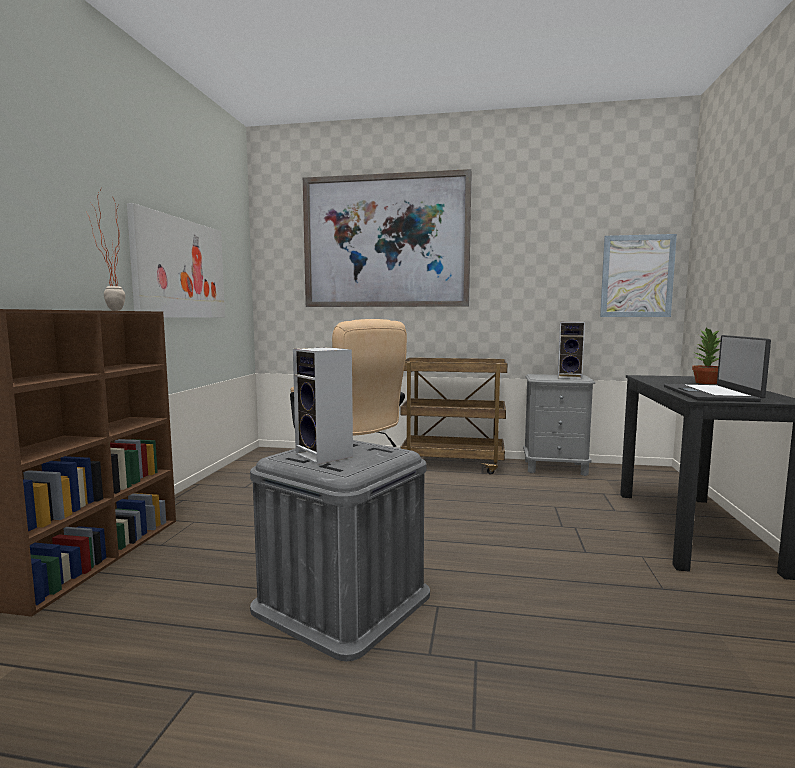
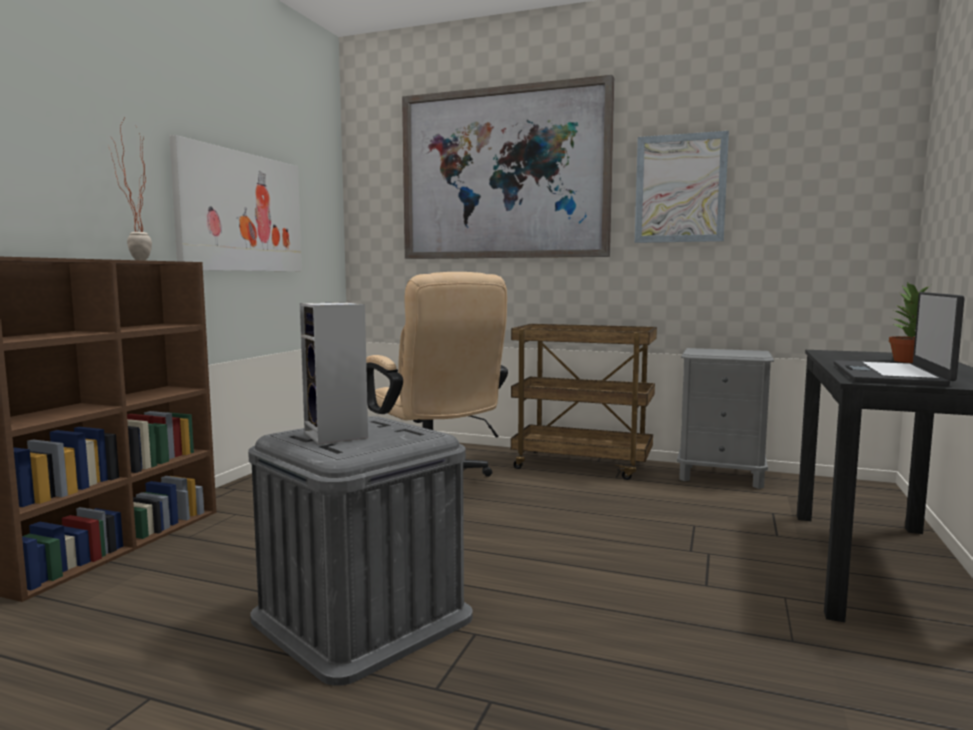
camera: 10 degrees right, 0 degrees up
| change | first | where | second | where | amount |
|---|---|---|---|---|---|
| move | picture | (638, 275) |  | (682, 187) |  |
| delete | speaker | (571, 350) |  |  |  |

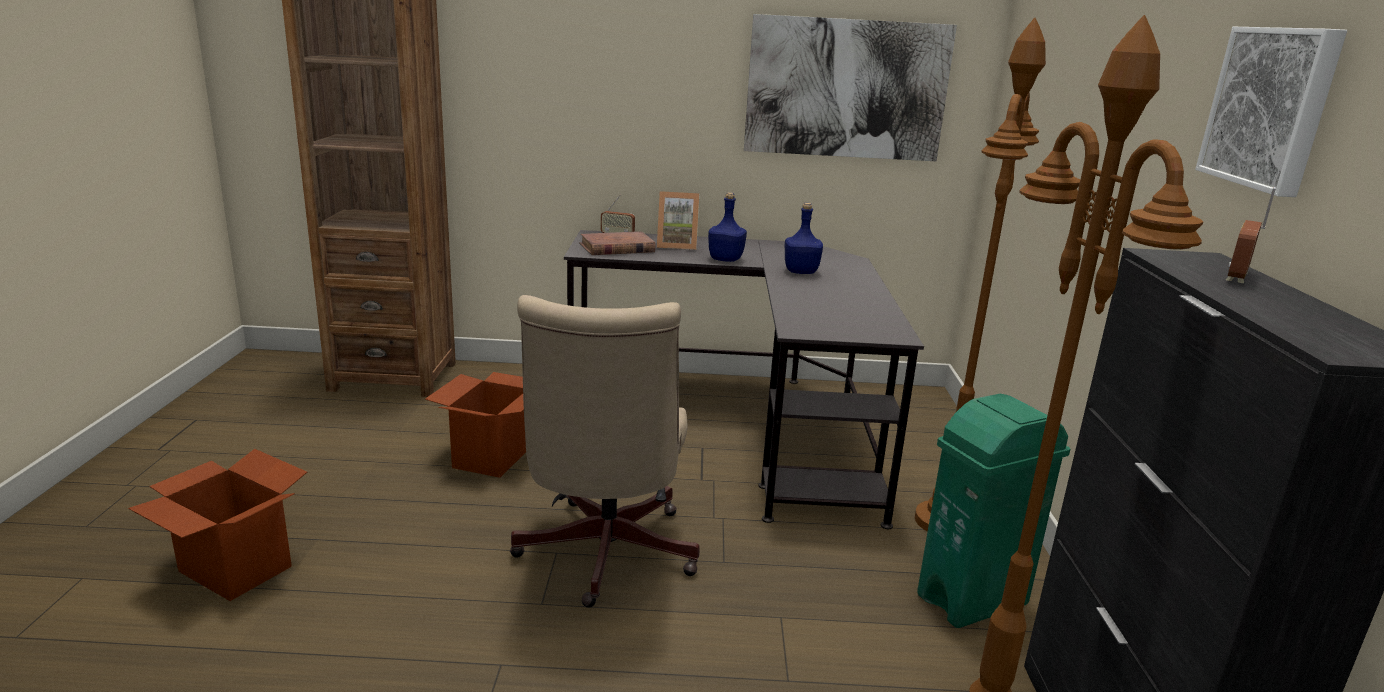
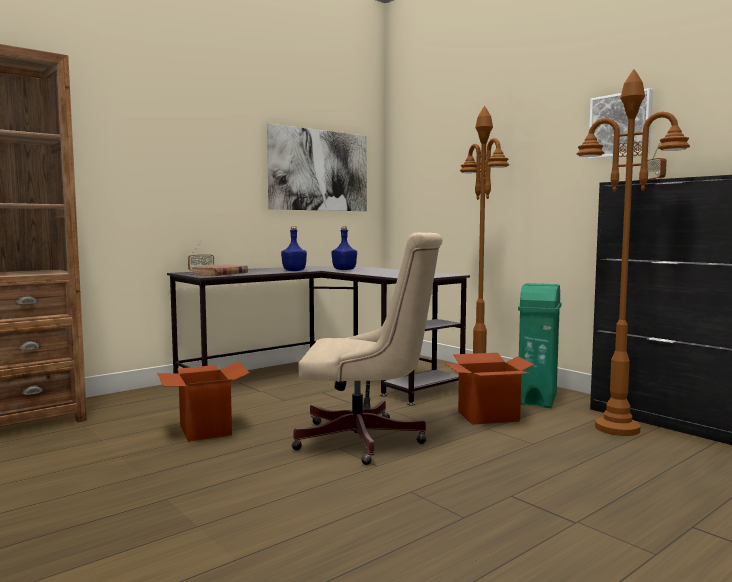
camera: 40 degrees left, 15 degrees down
| change | first | where | second | where | amount |
|---|---|---|---|---|---|
| delete | picture frame | (678, 220) |  |  |  |
| rotate | beige office chair | (605, 451) |  | (367, 349) | 45 degrees counterclockwise |
| move | cardboard box | (217, 525) |  | (490, 389) |  |

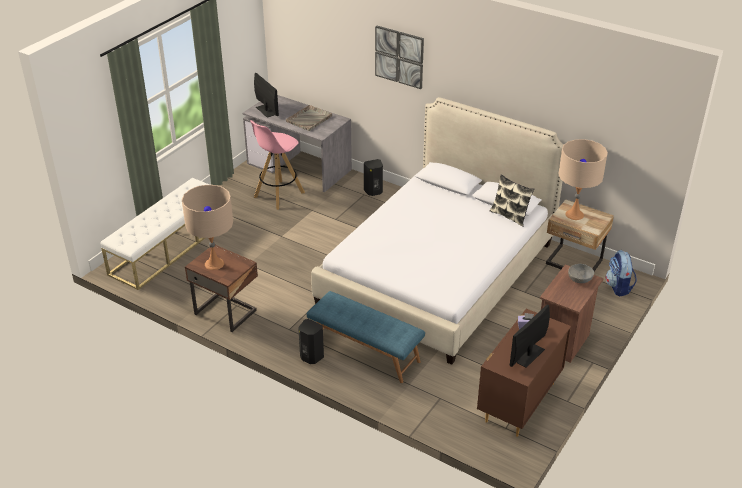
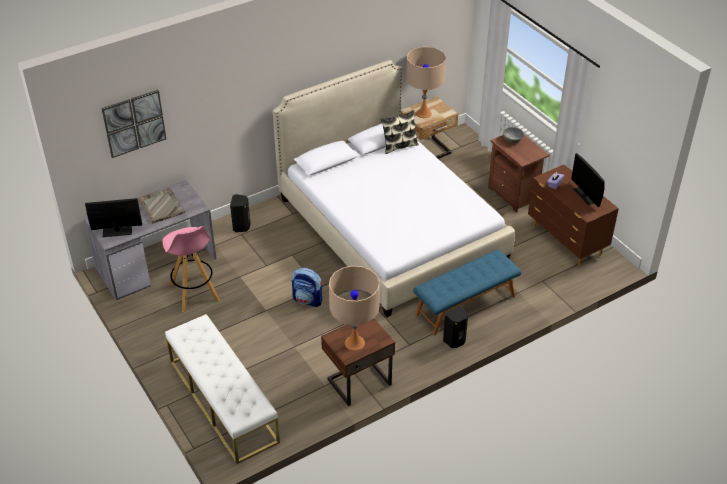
camera: 65 degrees left, 5 degrees up
| change | first | where | second | where | amount |
|---|---|---|---|---|---|
| move | picture | (399, 57) |  | (133, 124) |  |
| move | backpack | (621, 273) |  | (307, 287) |  |

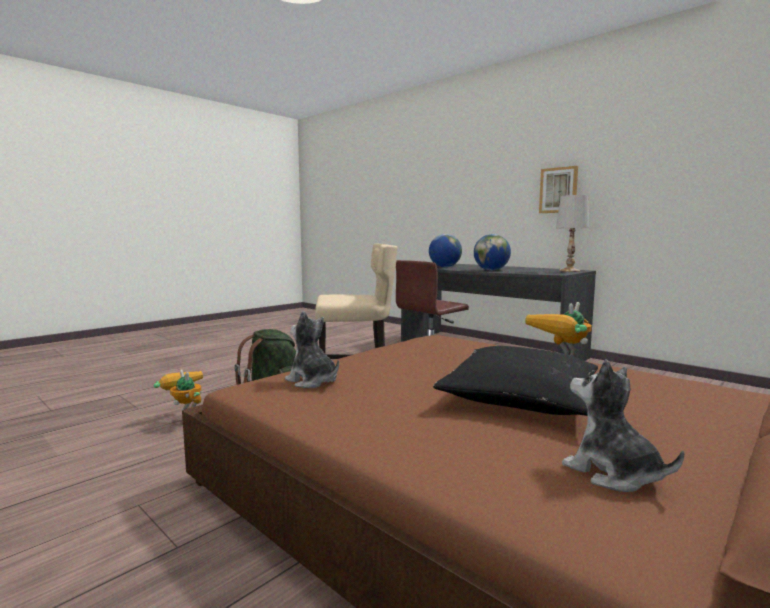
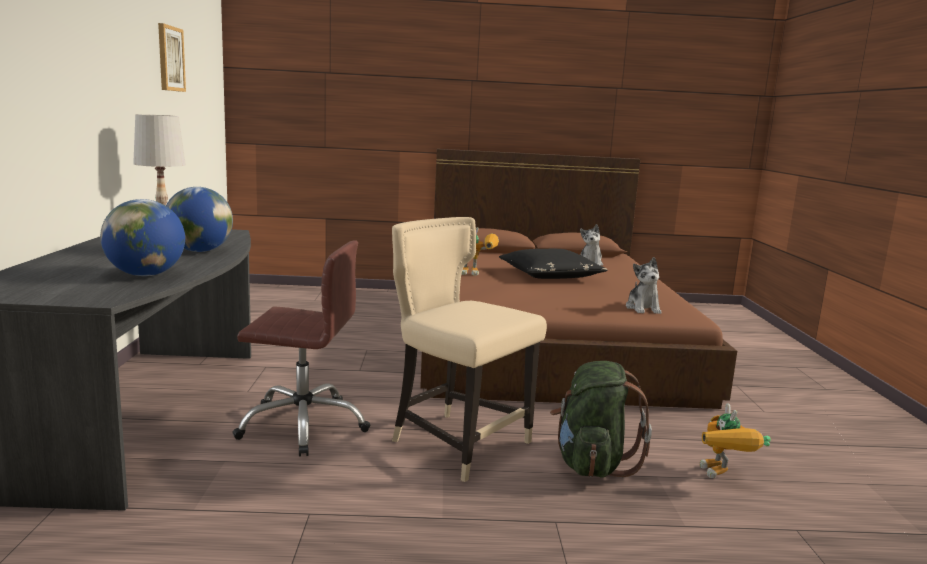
camera: 135 degrees left, 5 degrees up
| change | first | where | second | where | amount |
|---|---|---|---|---|---|
| move | picture | (558, 189) |  | (172, 57) |  |

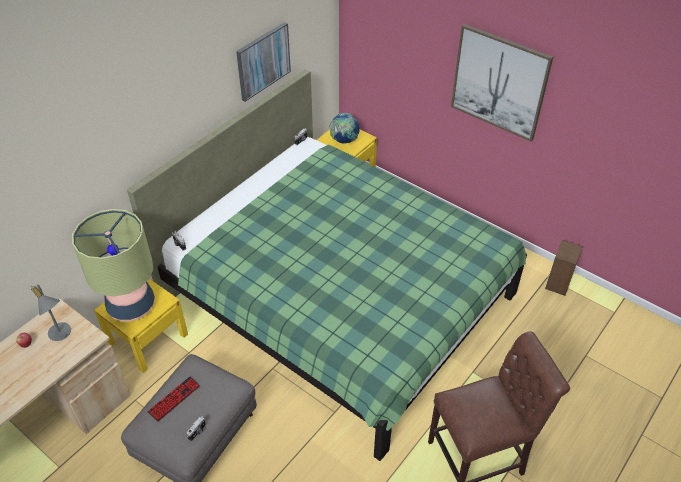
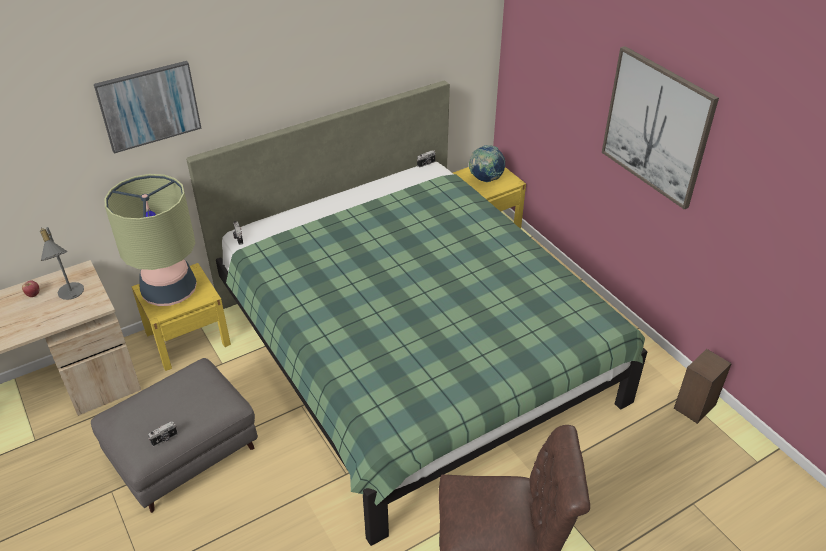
camera: 20 degrees right, 5 degrees down
| change | first | where | second | where | amount |
|---|---|---|---|---|---|
| move | picture | (263, 62) |  | (148, 107) |  |
| delete | keyboard | (173, 399) |  |  |  |

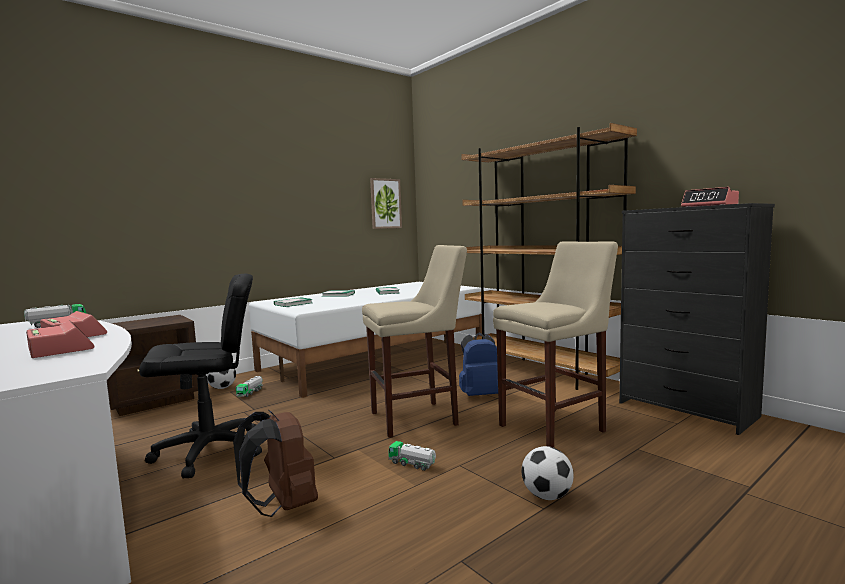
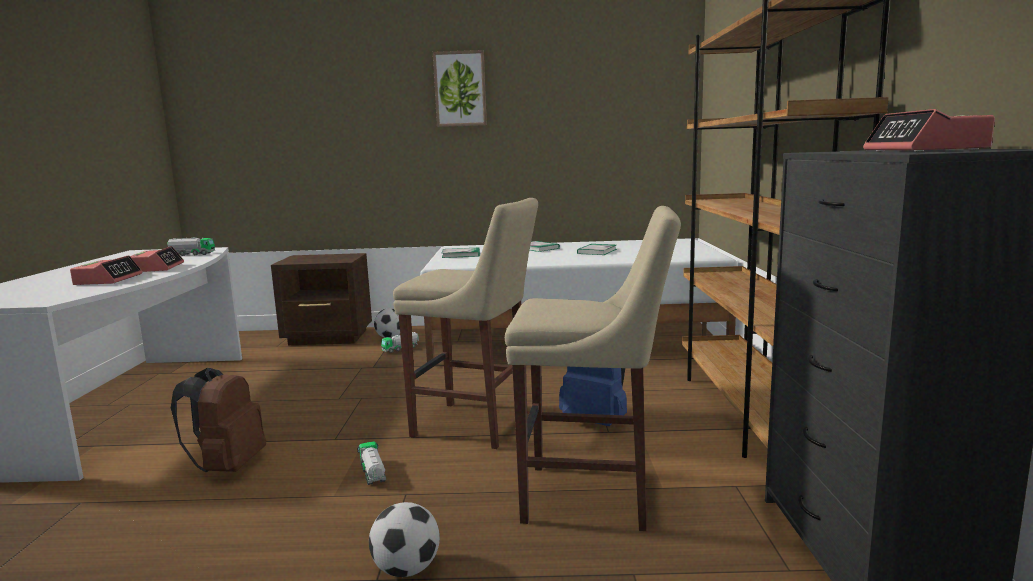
camera: 40 degrees right, 5 degrees up
| change | first | where | second | where | amount |
|---|---|---|---|---|---|
| move | picture | (386, 203) |  | (460, 88) |  |
| delete | black office chair | (200, 376) |  |  |  |

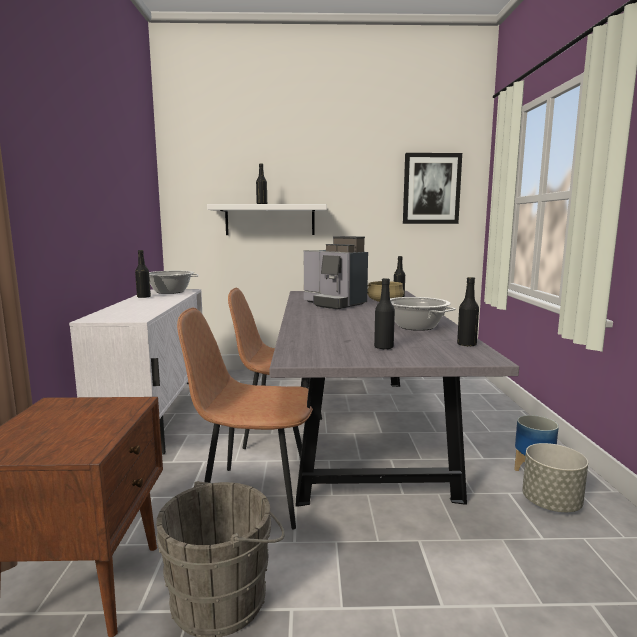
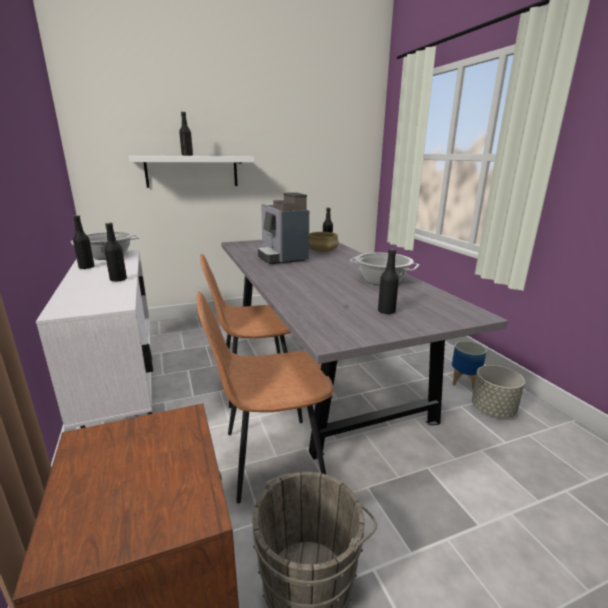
camera: 20 degrees left, 10 degrees up
| change | first | where | second | where | amount |
|---|---|---|---|---|---|
| delete | picture | (432, 188) |  |  |  |
| rotate | coffee machine | (336, 273) |  | (283, 228) | 45 degrees clockwise |
| move | black bottle | (468, 312) |  | (115, 252) |  |

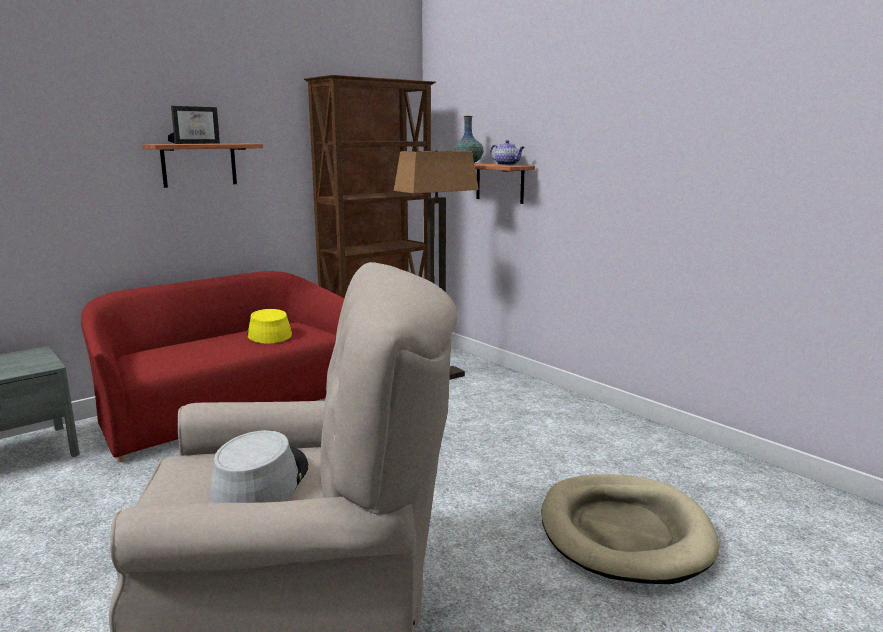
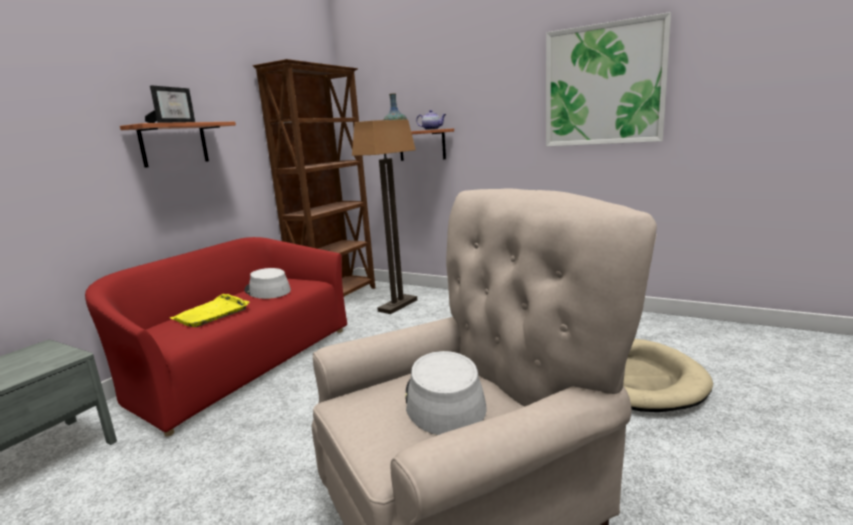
camera: 20 degrees left, 0 degrees up
| change | first | where | second | where | amount |
|---|---|---|---|---|---|
| recolor | yellow hat | (269, 326) | grey hat | (267, 283) |  |
| insert |  |  | picture | (608, 79) |  |
| insert |  |  | yellow tray | (209, 310) |  |

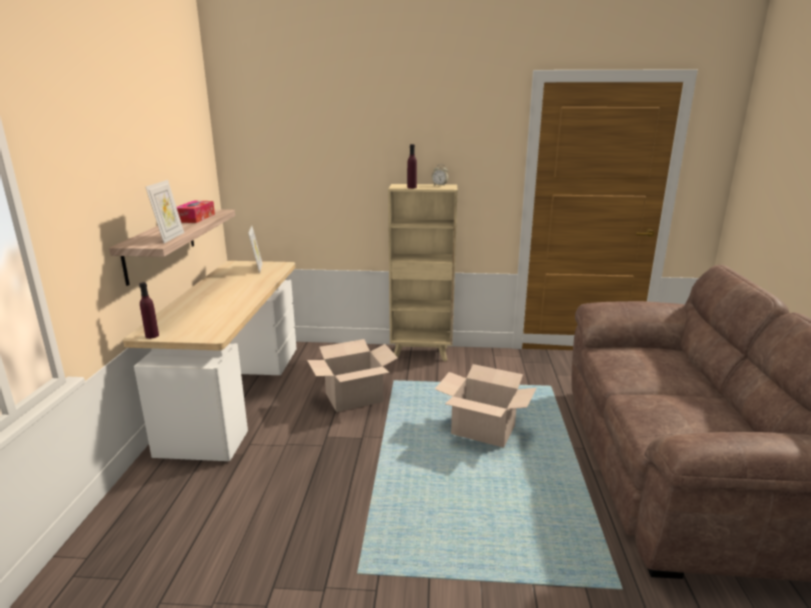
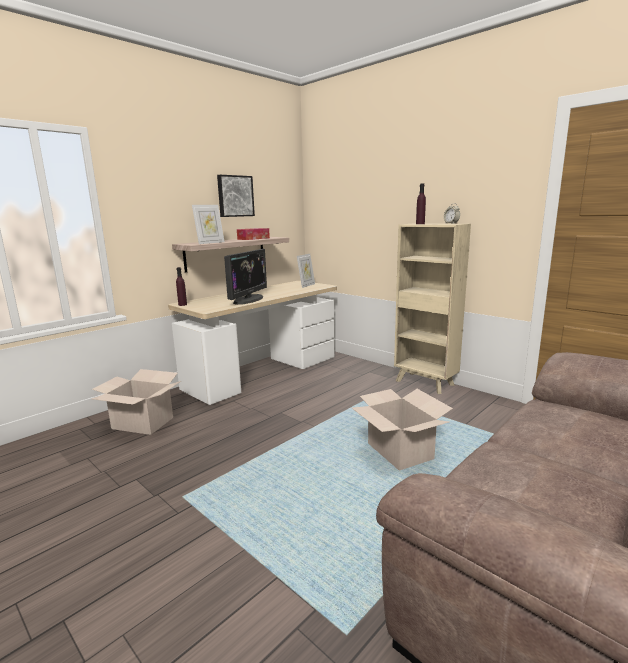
camera: 40 degrees right, 5 degrees down
| change | first | where | second | where | amount |
|---|---|---|---|---|---|
| move | cardboard box | (352, 375) |  | (136, 402) |  |
| insert |  |  | picture | (236, 196) |  |
| insert |  |  | monitor | (245, 277) |  |

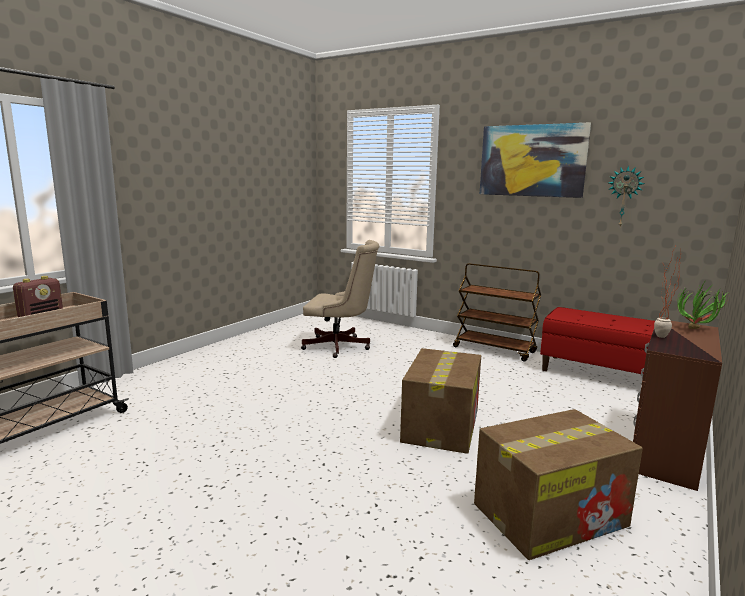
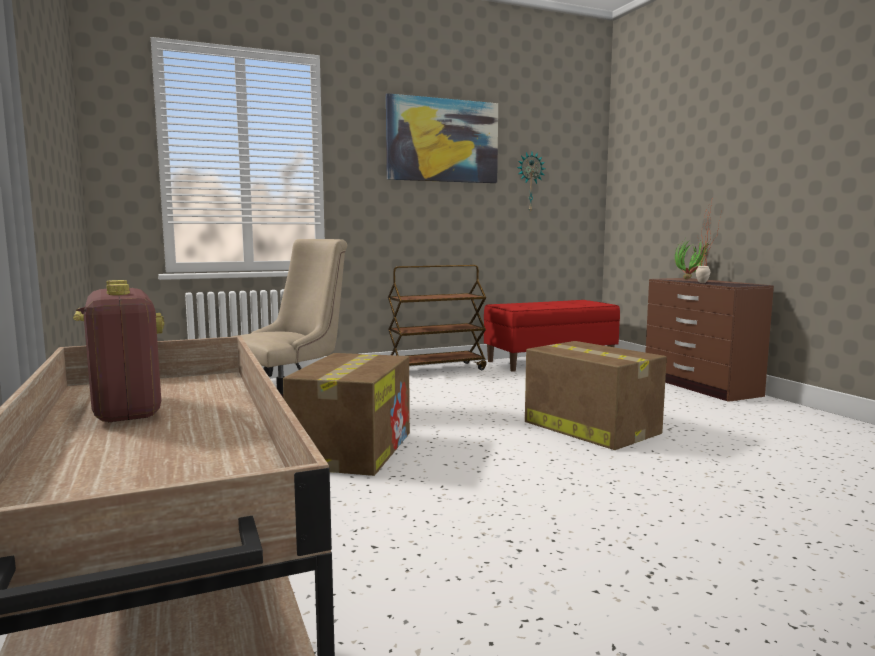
camera: 55 degrees left, 5 degrees down
| change | first | where | second | where | amount |
|---|---|---|---|---|---|
| move | cardboard box | (558, 484) |  | (346, 414) |  |

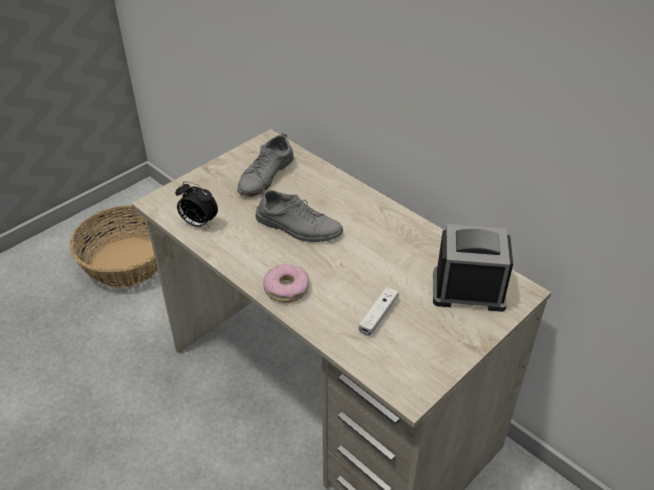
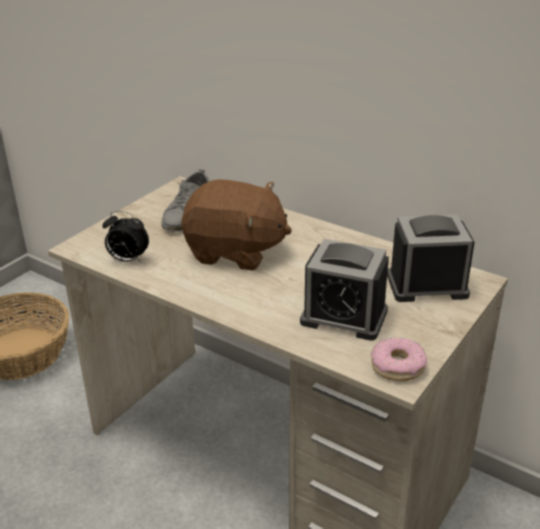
camera: 10 degrees left, 10 degrees down
| change | first | where | second | where | amount |
|---|---|---|---|---|---|
| replace | grey shoe | (299, 215) | brown plush toy | (236, 225) |  |
| move | donut | (286, 283) |  | (399, 359) |  |
| replace | white game controller | (379, 311) | alarm clock | (344, 290) |  |

